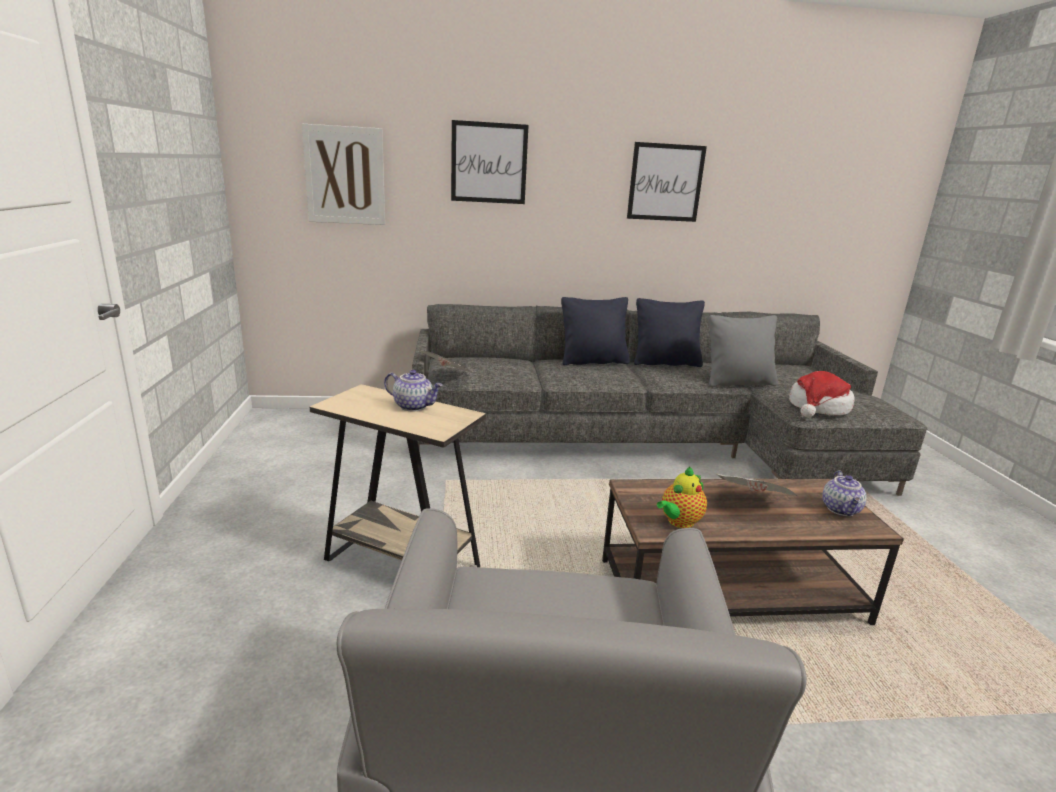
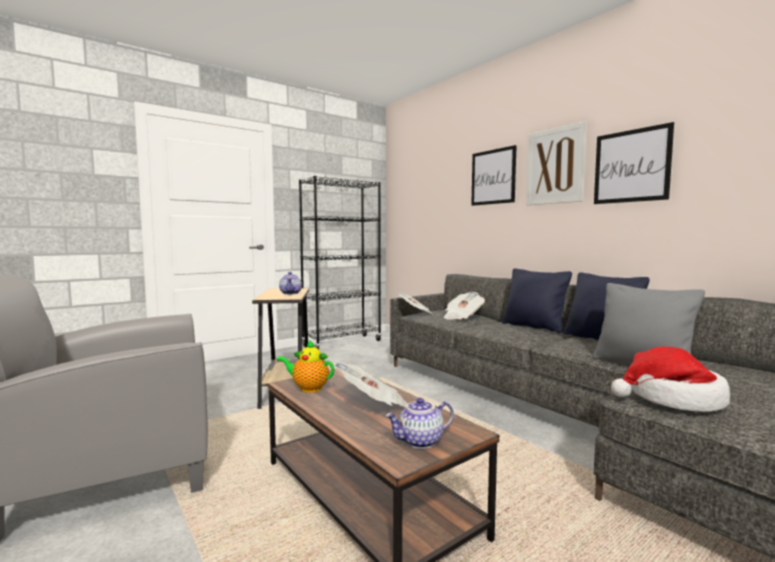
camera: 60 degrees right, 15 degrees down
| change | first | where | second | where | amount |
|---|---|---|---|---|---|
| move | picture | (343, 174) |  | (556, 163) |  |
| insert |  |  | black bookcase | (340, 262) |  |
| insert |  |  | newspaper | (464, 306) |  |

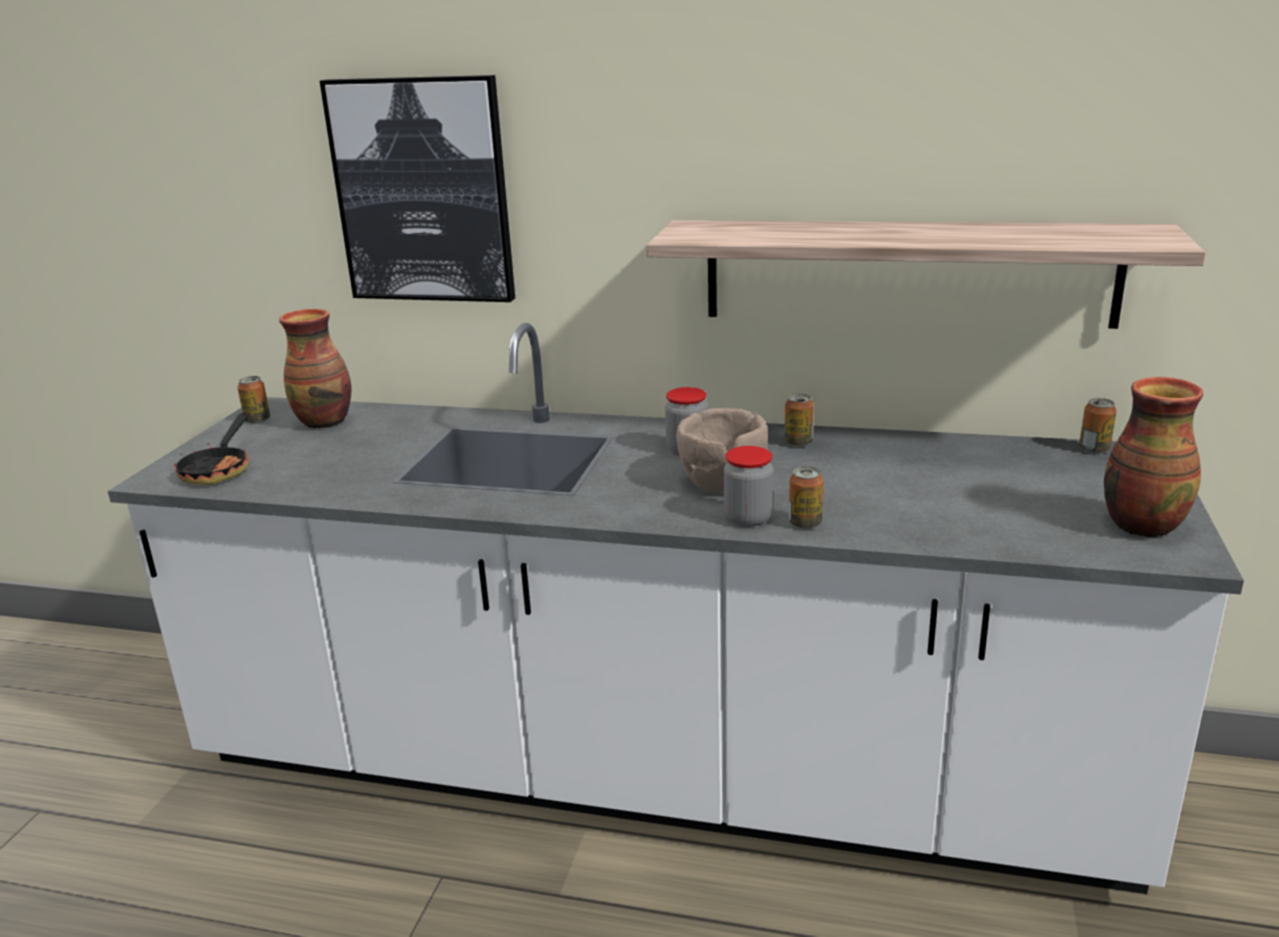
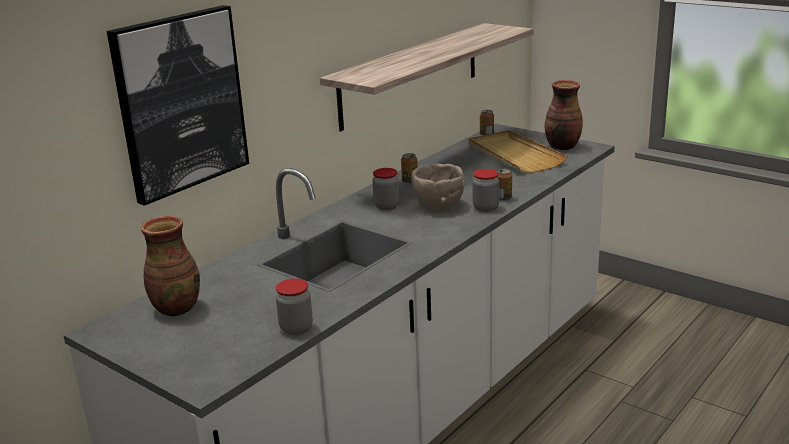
camera: 65 degrees left, 0 degrees up
| change | first | where | second | where | amount |
|---|---|---|---|---|---|
| delete | can | (253, 400) |  |  |  |
| delete | frying pan | (211, 448) |  |  |  |
| insert |  |  | beige tray | (518, 151) |  |
| insert |  |  | jar | (294, 306) |  |

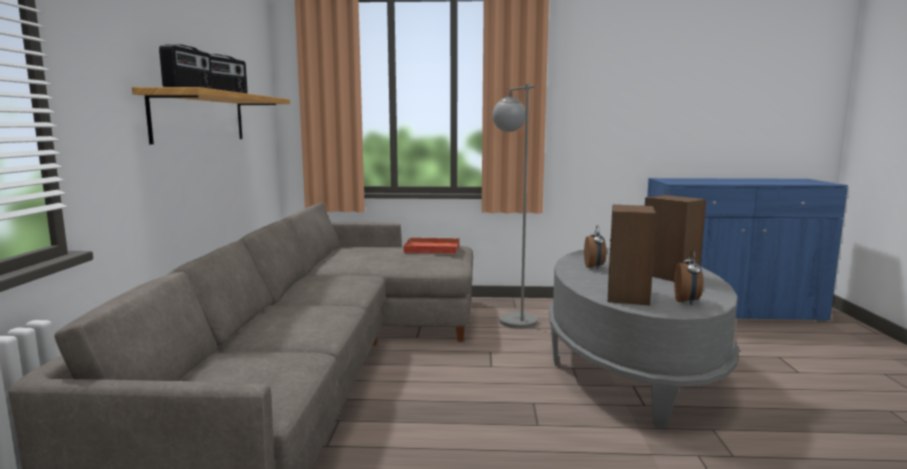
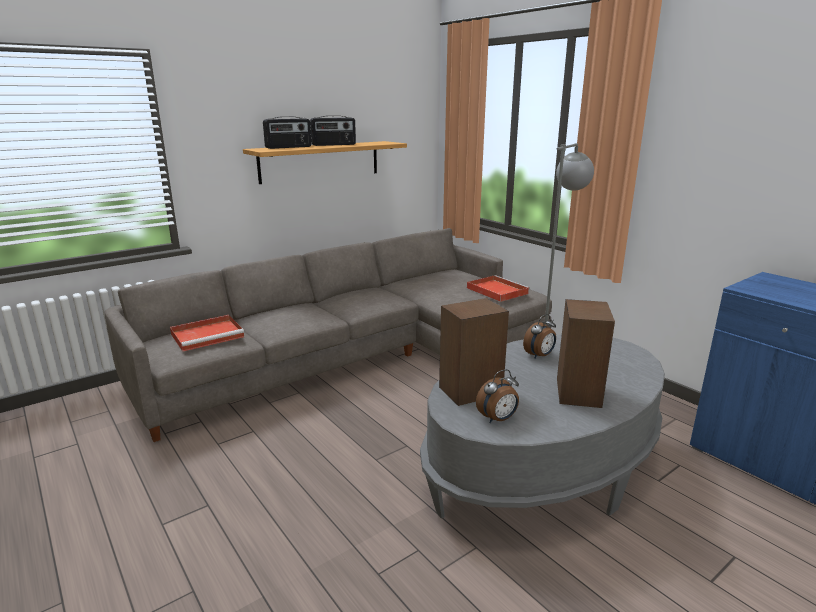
camera: 50 degrees right, 10 degrees up
| change | first | where | second | where | amount |
|---|---|---|---|---|---|
| insert |  |  | red tray | (207, 333) |  |

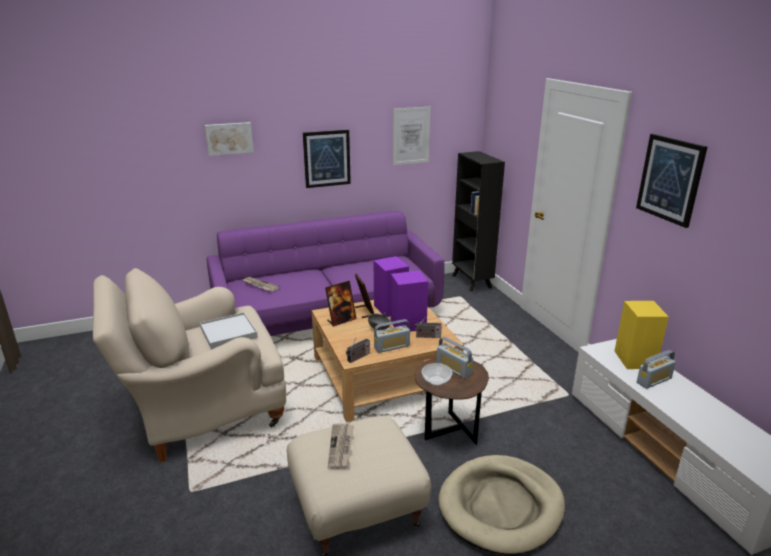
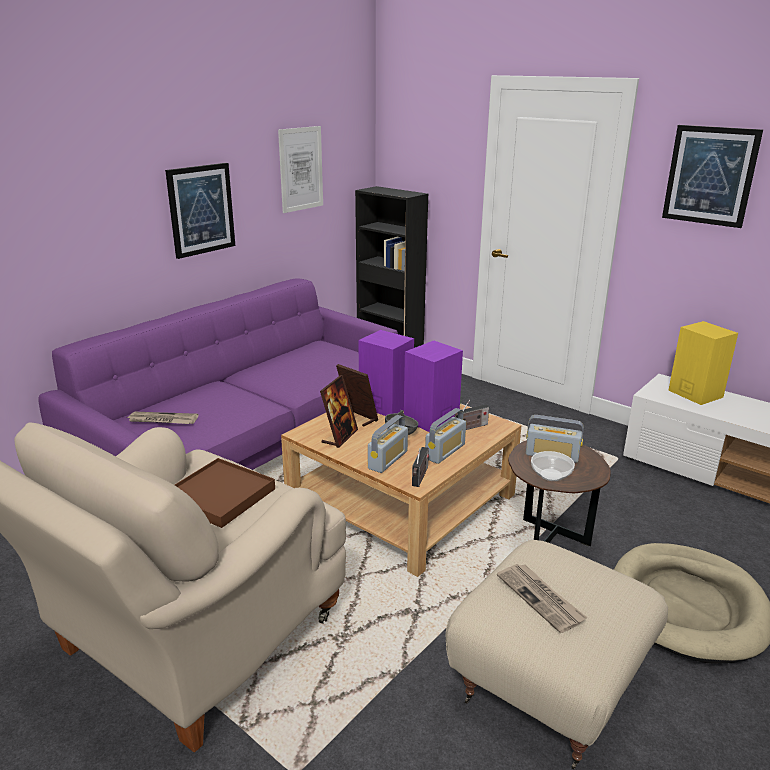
camera: 30 degrees left, 0 degrees up
| change | first | where | second | where | amount |
|---|---|---|---|---|---|
| delete | picture | (229, 139) |  |  |  |
| recolor | white tray | (229, 330) | brown tray | (225, 493) |  |
| move | radio | (656, 369) |  | (388, 444) |  |

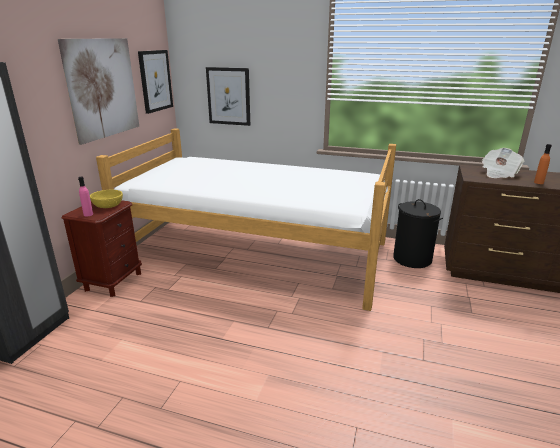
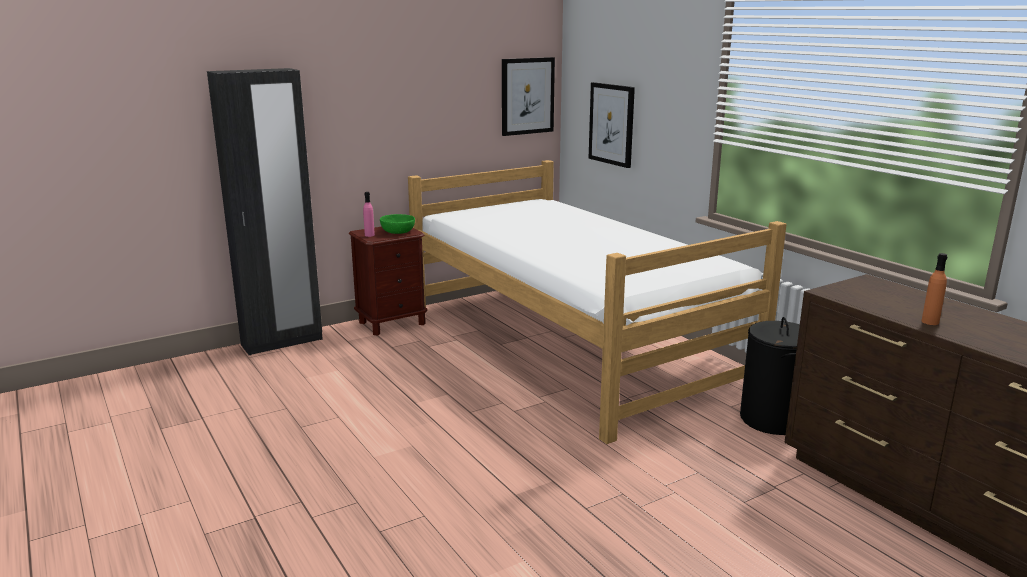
camera: 40 degrees right, 5 degrees down
| change | first | where | second | where | amount |
|---|---|---|---|---|---|
| delete | picture | (98, 91) |  |  |  |
| delete | newspaper | (503, 163) |  |  |  |
| recolor | yellow bowl | (106, 199) | green bowl | (397, 224) |  |

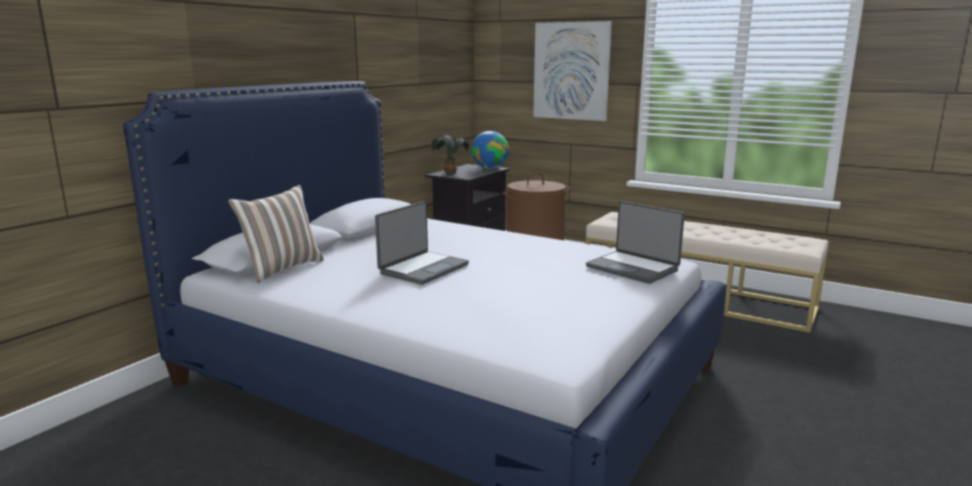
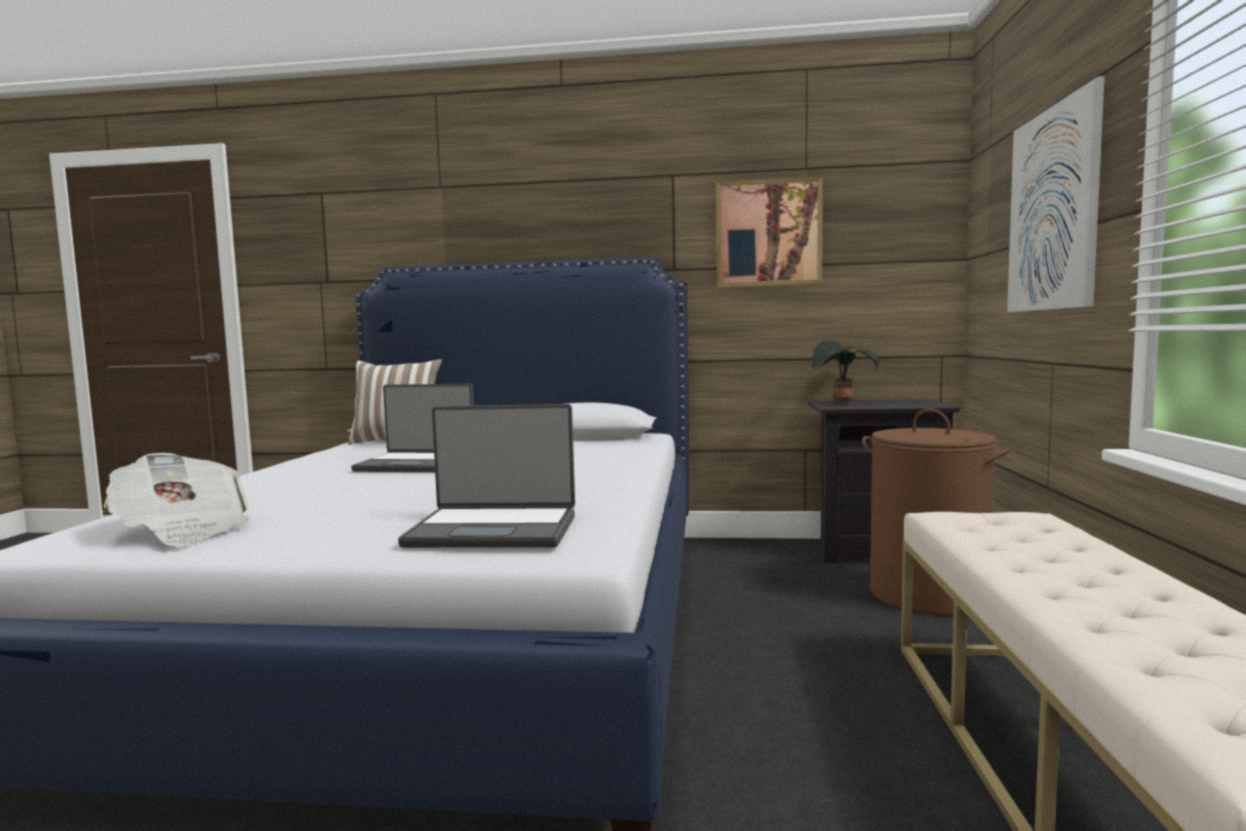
camera: 65 degrees right, 10 degrees down
| change | first | where | second | where | amount |
|---|---|---|---|---|---|
| delete | globe | (490, 150) |  |  |  |
| rotate | laptop | (635, 242) |  | (486, 476) | 105 degrees counterclockwise |
| insert |  |  | picture | (769, 232) |  |
| insert |  |  | newspaper | (176, 500) |  |

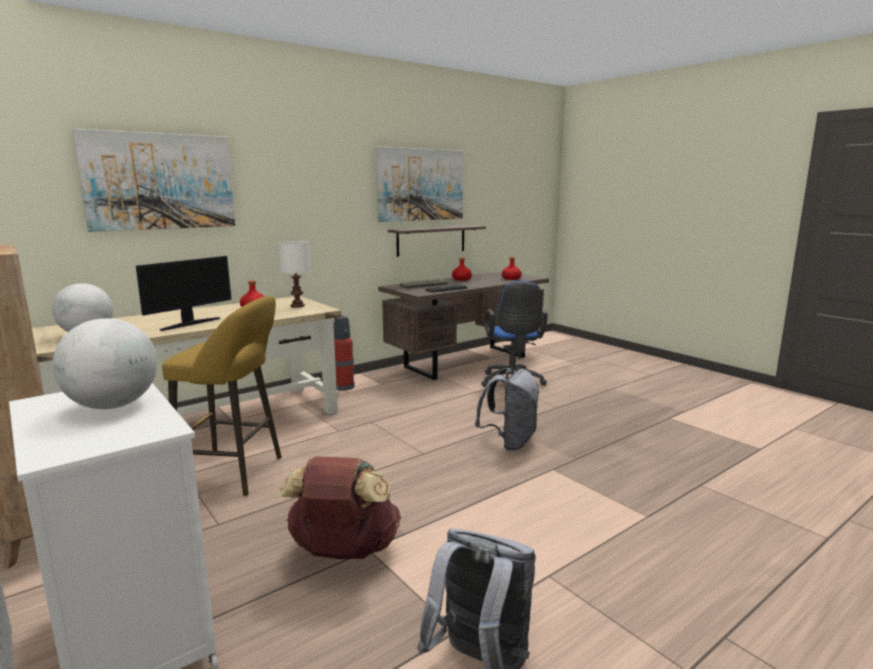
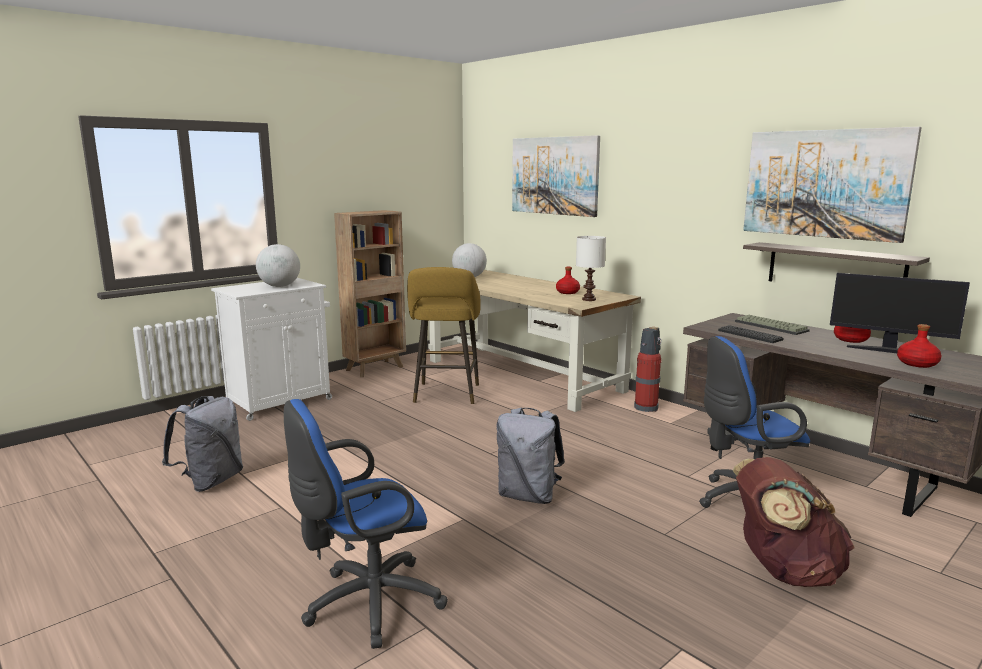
camera: 85 degrees right, 0 degrees up
| change | first | where | second | where | amount |
|---|---|---|---|---|---|
| move | monitor | (183, 293) |  | (900, 313) |  |
| move | brown backpack | (339, 507) |  | (794, 522) |  |
| insert |  |  | blue office chair | (366, 524) |  |

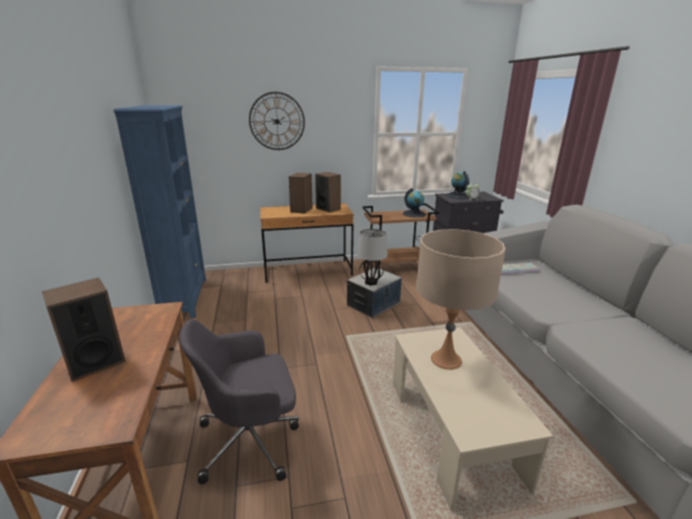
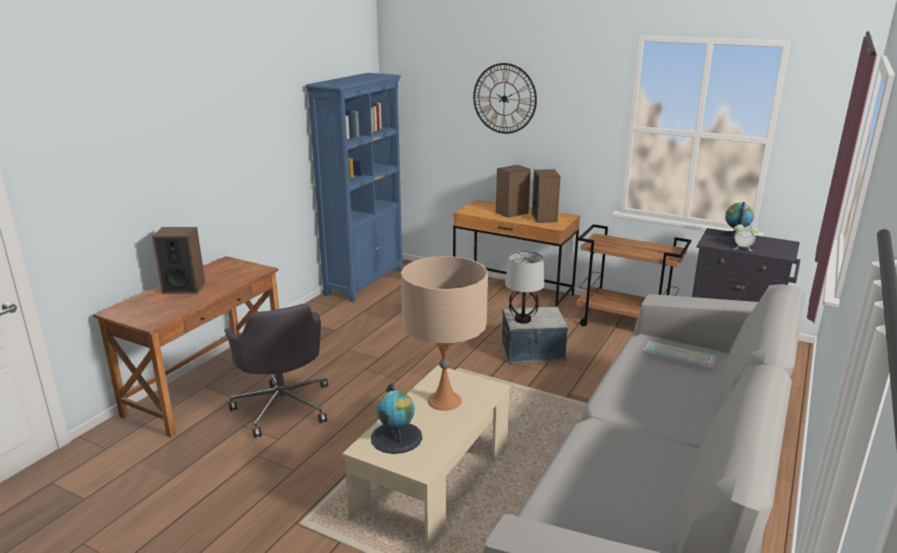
camera: 40 degrees right, 0 degrees up
| change | first | where | second | where | amount |
|---|---|---|---|---|---|
| move | globe | (414, 203) |  | (396, 418) |  |
| rotate | grey office chair | (239, 401) |  | (276, 371) | 135 degrees counterclockwise |

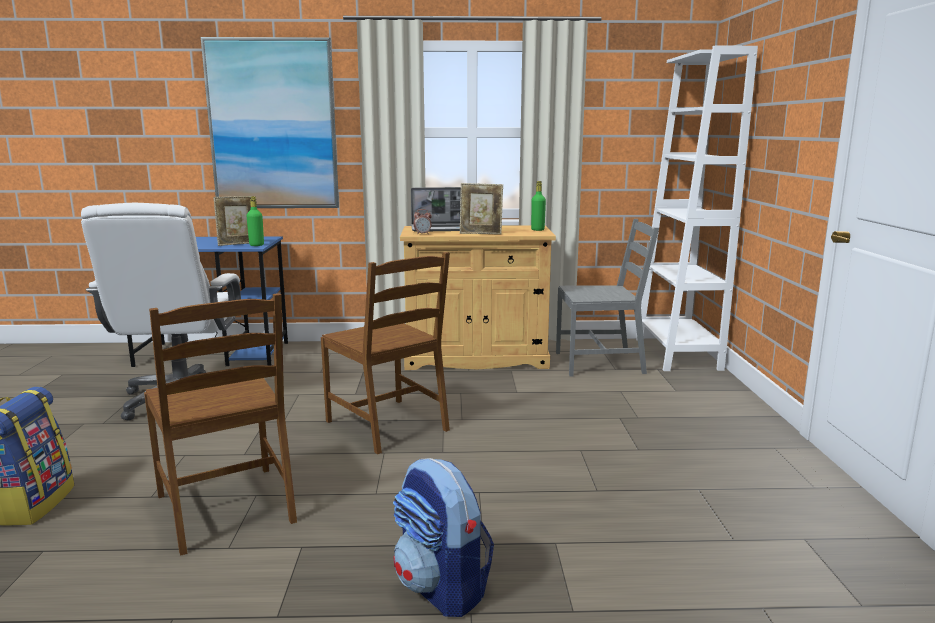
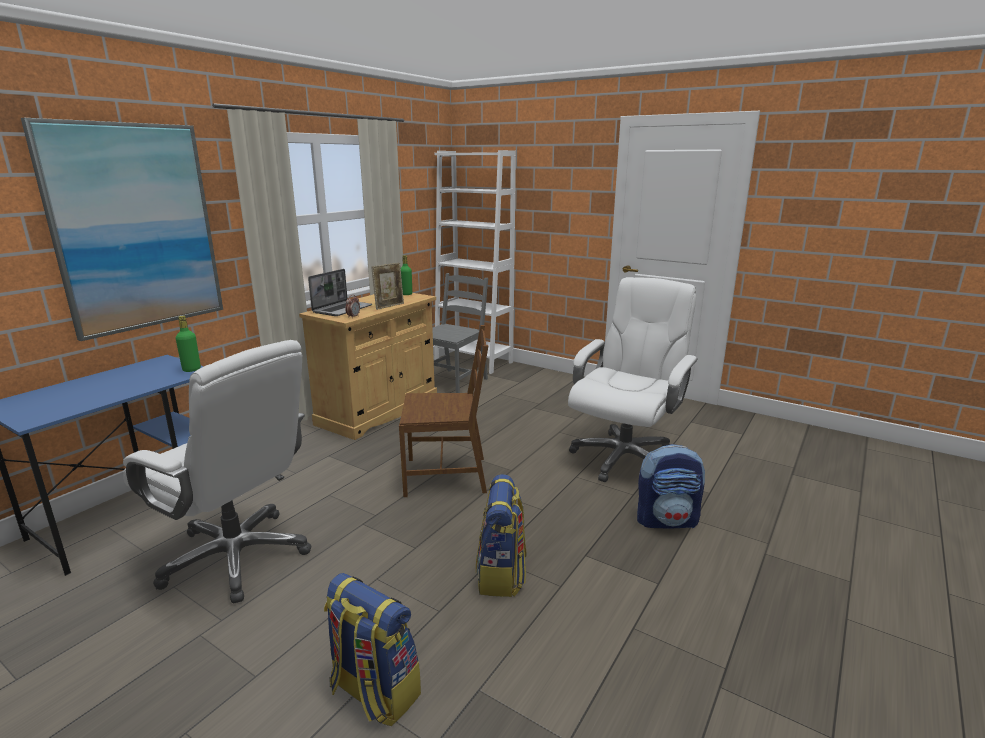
camera: 55 degrees left, 5 degrees up
| change | first | where | second | where | amount |
|---|---|---|---|---|---|
| delete | picture frame | (234, 221) |  |  |  |
| replace | brown chair | (220, 424) | backpack | (501, 535) |  |
| insert |  |  | white office chair | (633, 379) |  |

